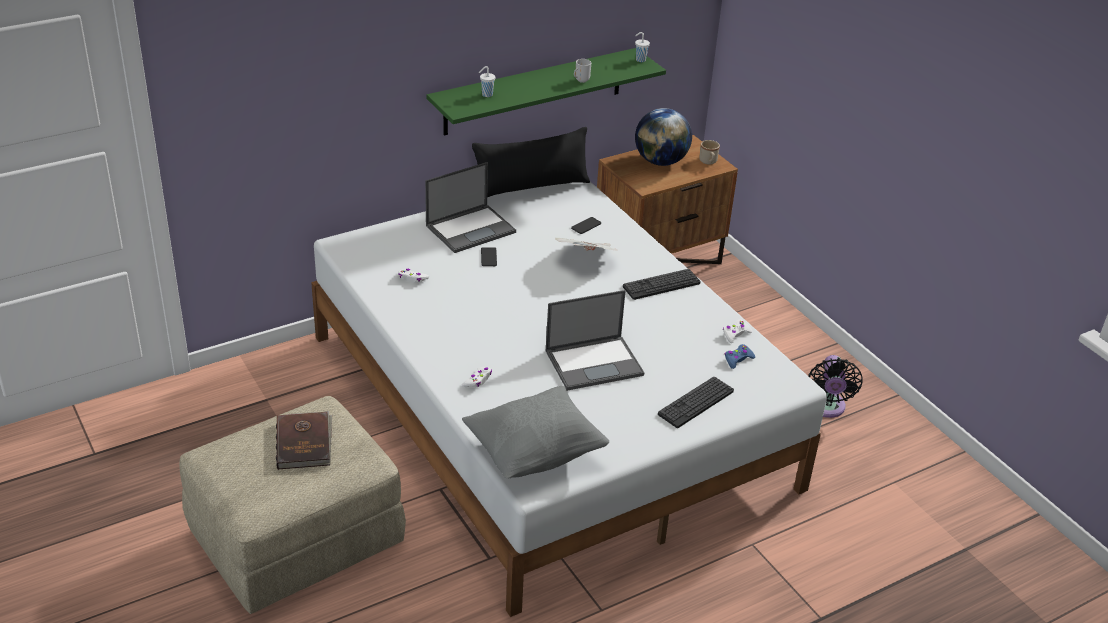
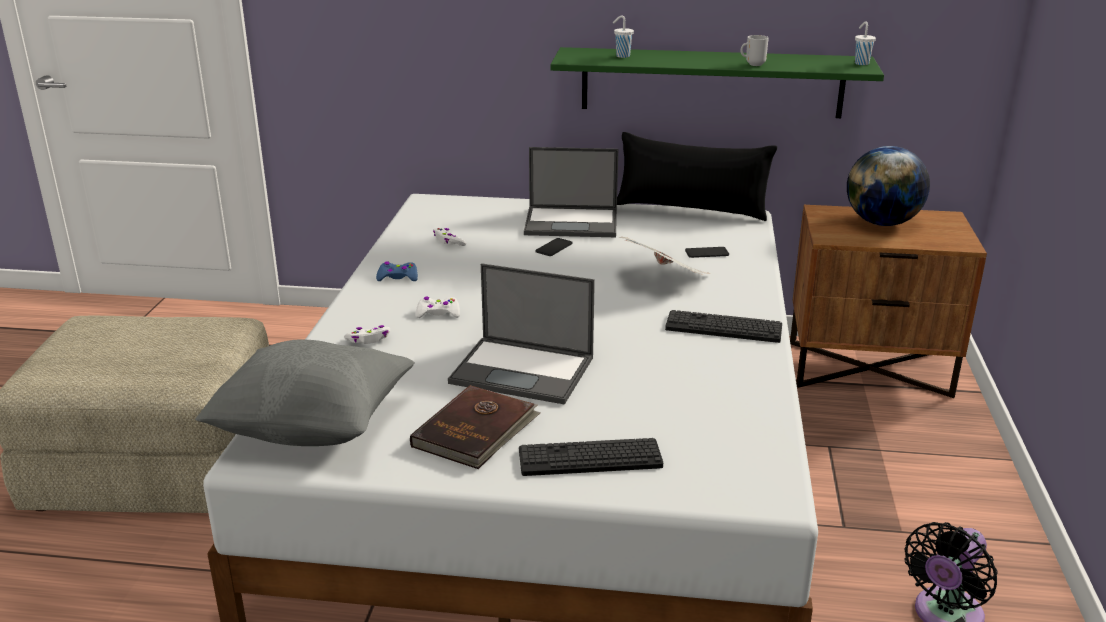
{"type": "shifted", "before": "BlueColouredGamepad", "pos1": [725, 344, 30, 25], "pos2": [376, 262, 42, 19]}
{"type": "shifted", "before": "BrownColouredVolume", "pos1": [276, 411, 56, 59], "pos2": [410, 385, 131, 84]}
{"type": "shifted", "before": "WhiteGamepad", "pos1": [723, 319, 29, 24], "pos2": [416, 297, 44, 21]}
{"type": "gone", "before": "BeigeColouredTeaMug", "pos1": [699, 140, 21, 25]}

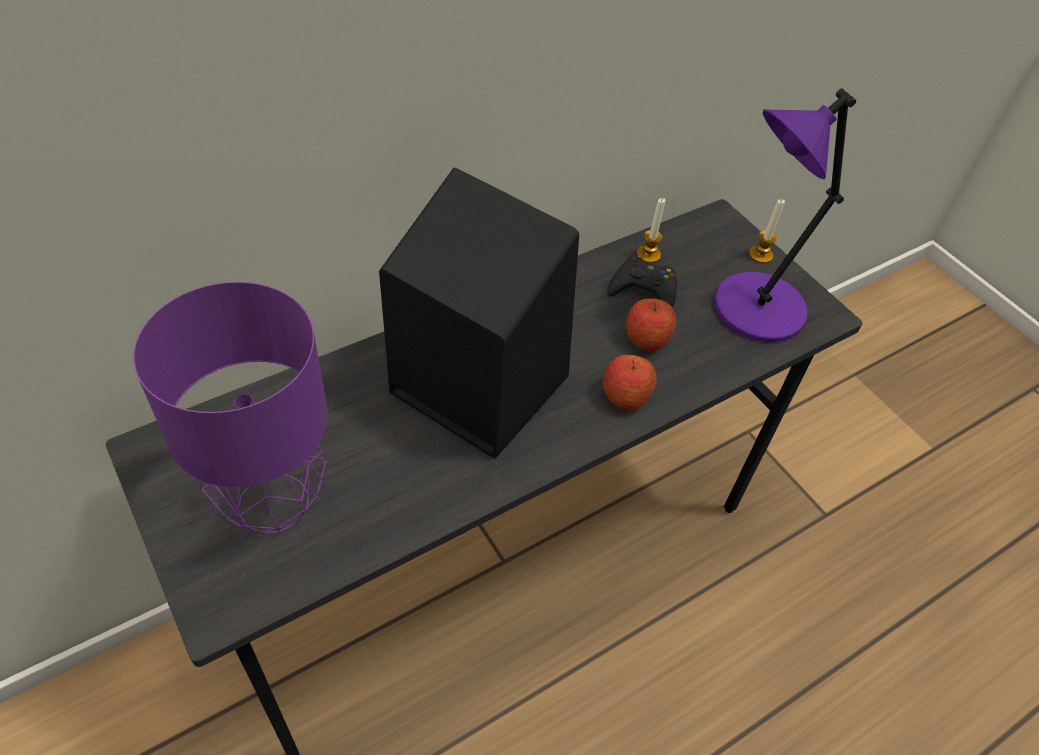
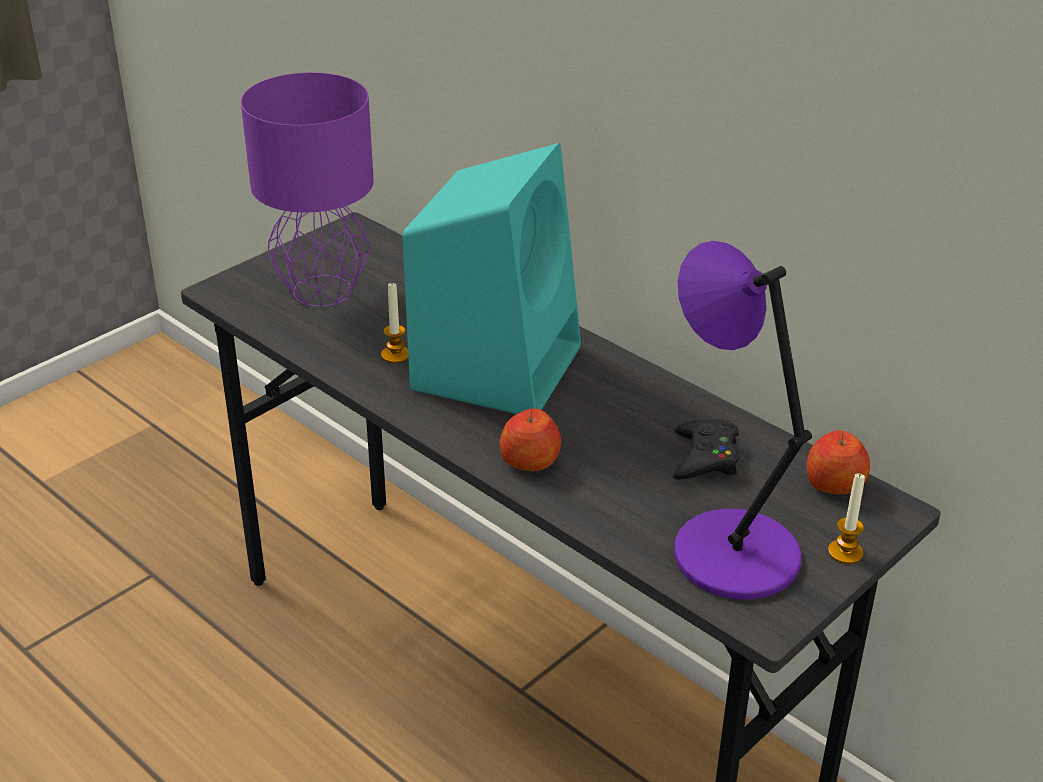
{"type": "shifted", "before": "WaxLight", "pos1": [637, 198, 29, 65], "pos2": [381, 283, 27, 80]}
{"type": "repainted", "before": "BlackColouredLoudspeaker", "after": "TurquoiseLoudspeaker", "pos1": [379, 168, 200, 291], "pos2": [403, 143, 178, 271]}
{"type": "shifted", "before": "WholeApple", "pos1": [626, 298, 50, 53], "pos2": [806, 431, 64, 64]}

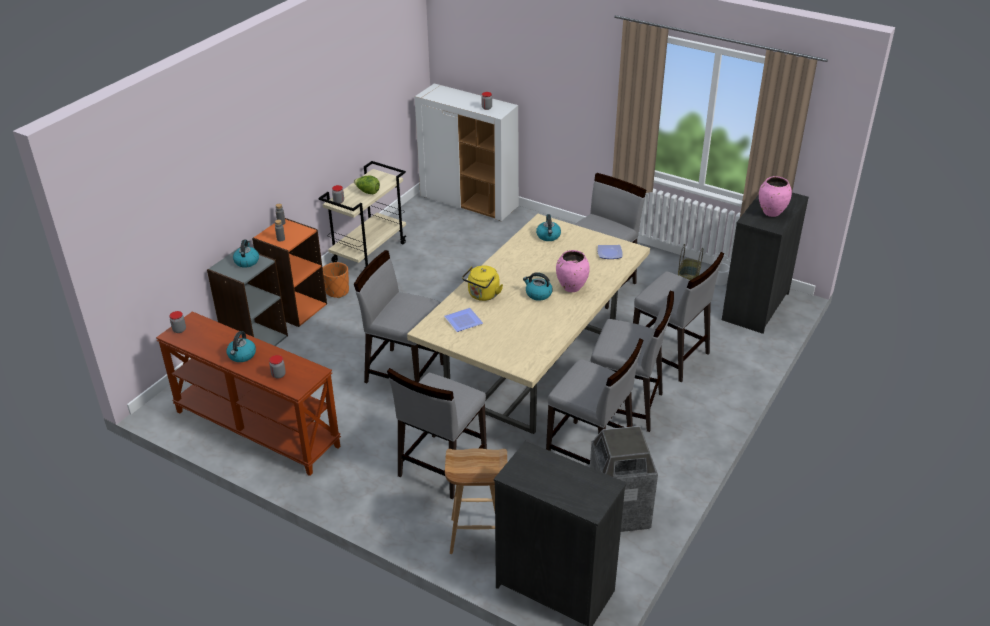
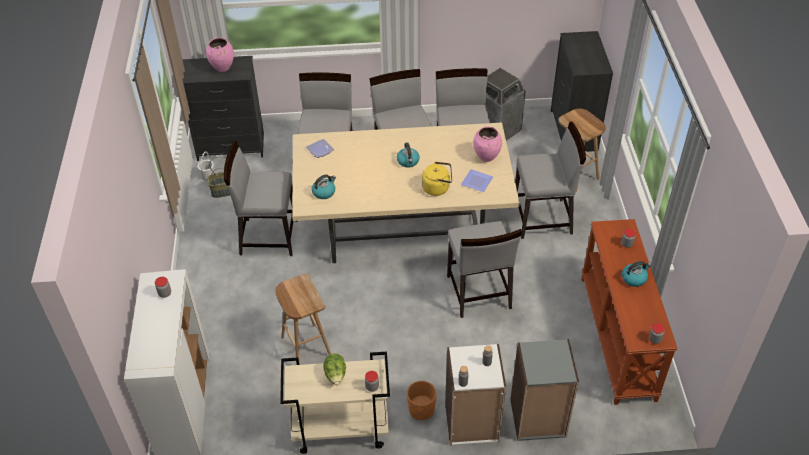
{"type": "new", "after": "BrownColouredSittingStool", "pos2": [275, 274, 56, 91]}
{"type": "repainted", "before": "OrangeyBookcase", "after": "WhiteBookcase", "pos1": [252, 218, 75, 109], "pos2": [445, 344, 61, 102]}
{"type": "shifted", "before": "PinkColouredVase", "pos1": [556, 250, 34, 42], "pos2": [473, 127, 29, 35]}
{"type": "gone", "before": "Kettle", "pos1": [233, 240, 26, 28]}

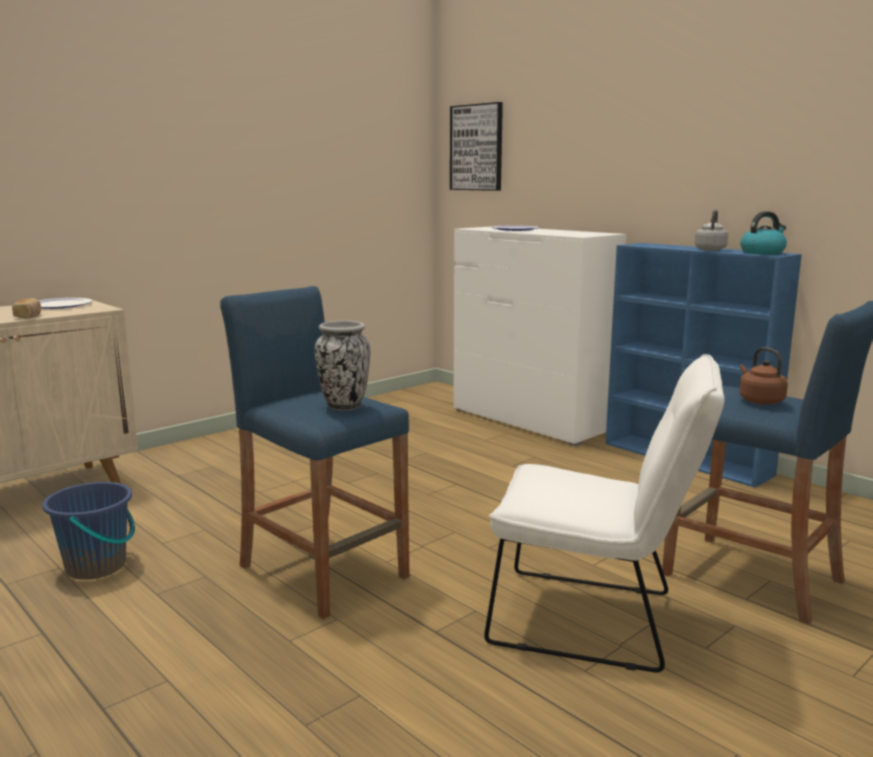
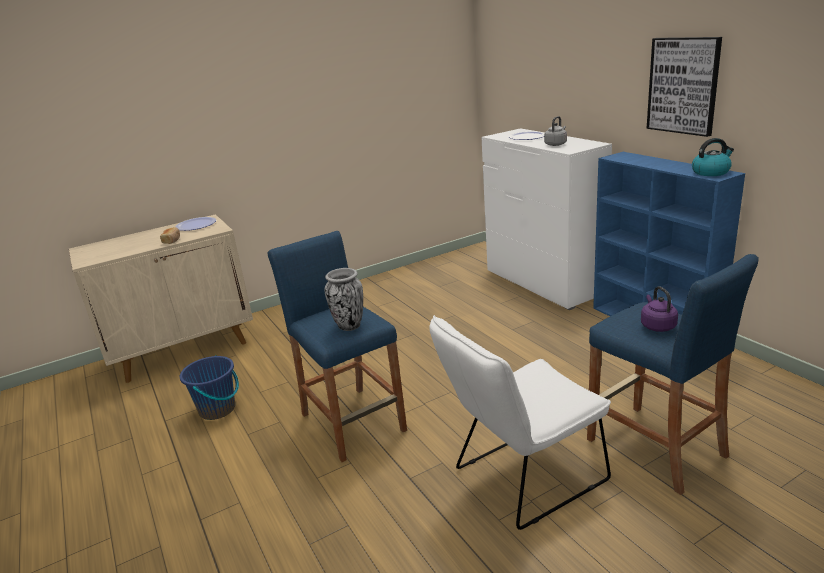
{"type": "rotated", "before": "WhitePlainChair", "pos1": [484, 354, 240, 318], "pos2": [429, 315, 182, 215], "turn": 120}
{"type": "shifted", "before": "GrayKettle", "pos1": [695, 210, 34, 40], "pos2": [544, 116, 23, 30]}
{"type": "repainted", "before": "BrownColouredKettle", "after": "PurpleKettle", "pos1": [739, 347, 49, 57], "pos2": [641, 286, 37, 46]}
{"type": "shifted", "before": "WallArt", "pos1": [450, 102, 53, 89], "pos2": [647, 37, 75, 100]}

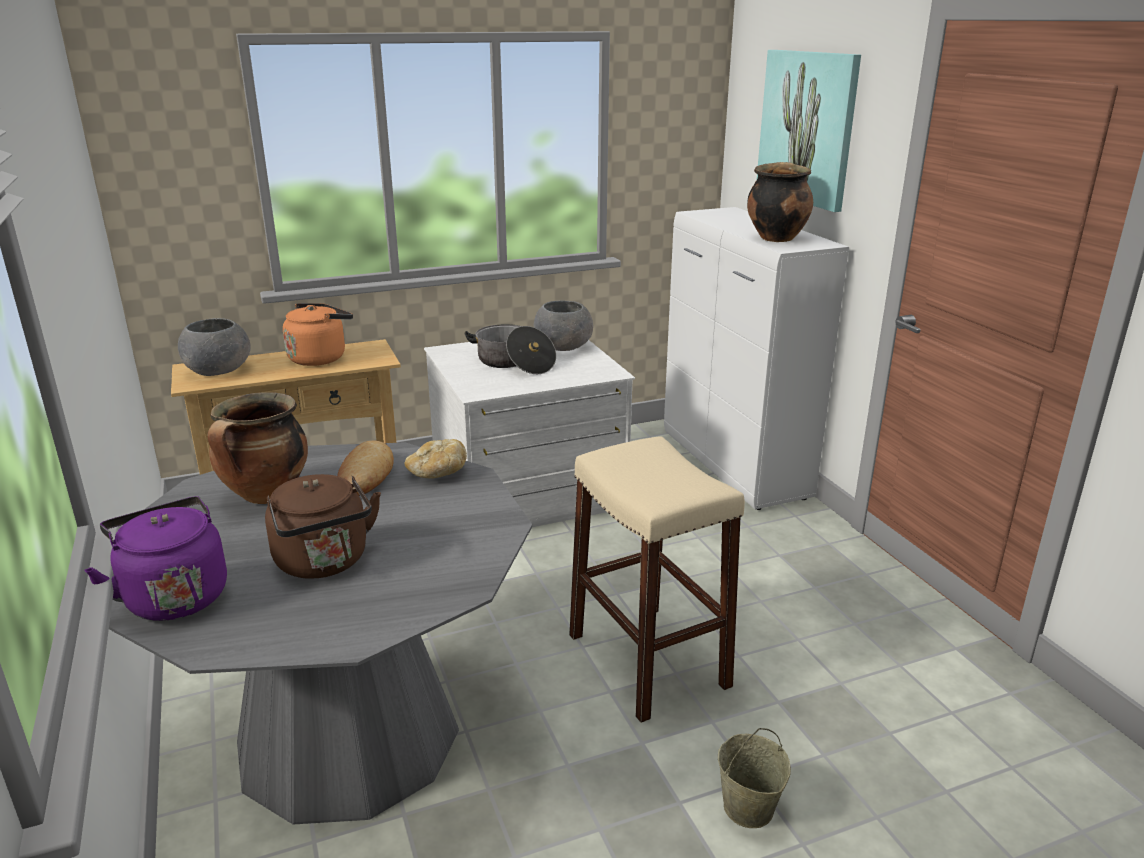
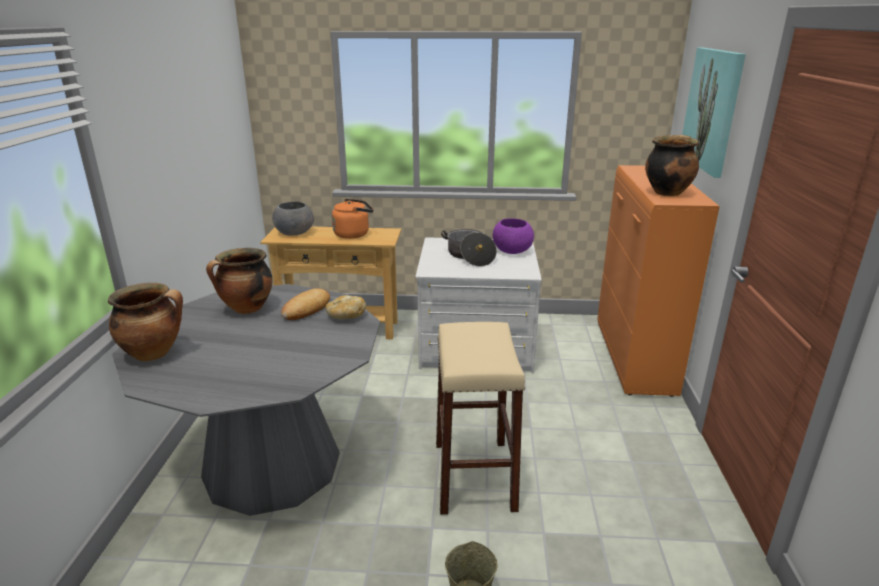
{"type": "swapped", "before": "PurpleKettle", "after": "CookingPot", "pos1": [84, 496, 143, 125], "pos2": [108, 283, 75, 78]}
{"type": "repainted", "before": "GrayDeepDish", "after": "PurpleDeepDish", "pos1": [534, 301, 59, 50], "pos2": [493, 218, 41, 36]}
{"type": "repainted", "before": "WhiteStorageCabinet", "after": "OrangeyStorageCabinet", "pos1": [664, 207, 185, 303], "pos2": [598, 165, 122, 232]}
{"type": "gone", "before": "BrownColouredKettle", "pos1": [265, 474, 116, 105]}

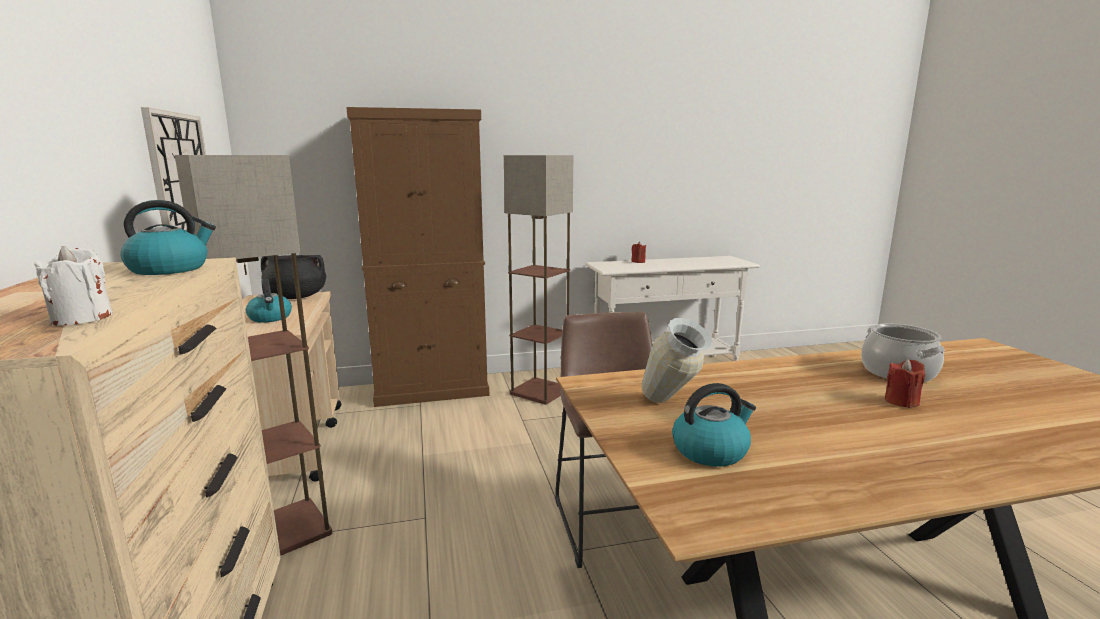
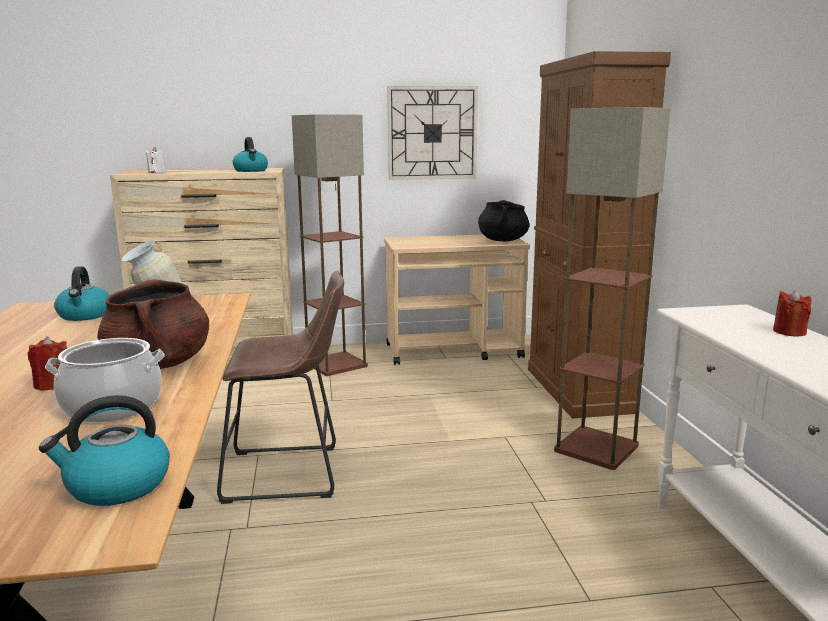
{"type": "shifted", "before": "Kettle", "pos1": [246, 279, 46, 44], "pos2": [39, 395, 131, 111]}
{"type": "new", "after": "BrownColouredCookingPot", "pos2": [97, 279, 112, 90]}

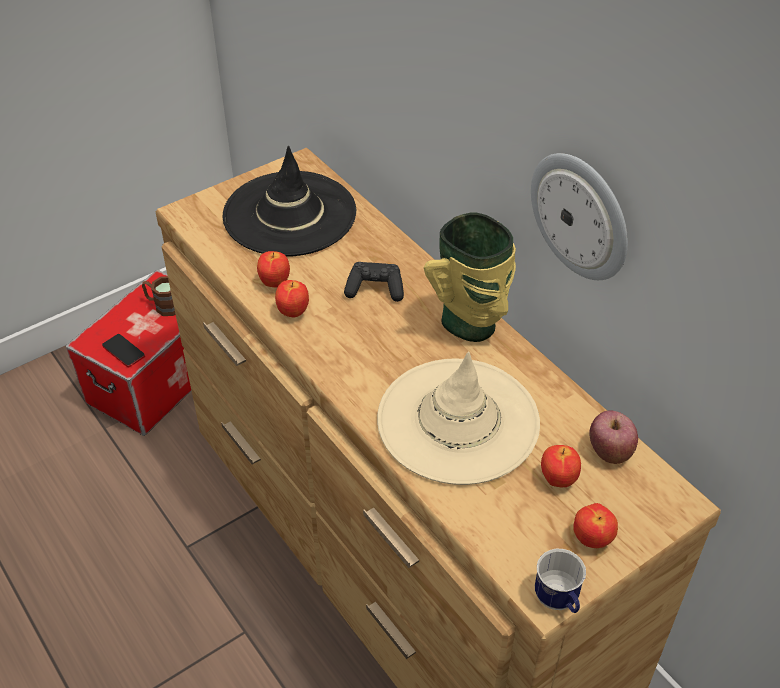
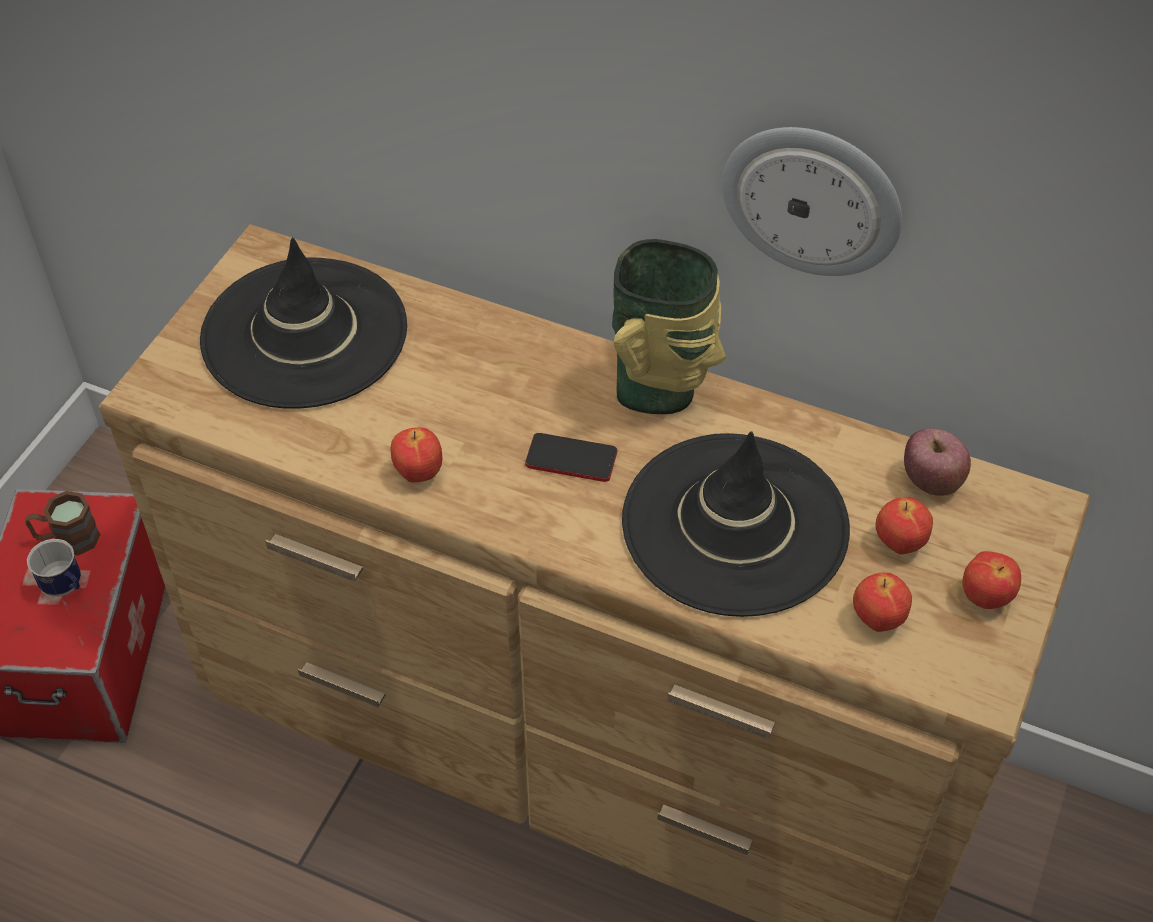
{"type": "shifted", "before": "TeaMug", "pos1": [535, 548, 51, 65], "pos2": [27, 539, 54, 58]}
{"type": "shifted", "before": "Handset", "pos1": [102, 334, 43, 33], "pos2": [525, 433, 92, 49]}
{"type": "repainted", "before": "BeigeColouredWearableHat", "after": "BlackColouredWearableHat", "pos1": [377, 351, 163, 134], "pos2": [622, 431, 228, 186]}
{"type": "shifted", "before": "WholeApple", "pos1": [257, 251, 33, 36], "pos2": [853, 572, 59, 60]}
{"type": "gone", "before": "BlackColouredGamepad", "pos1": [344, 262, 60, 40]}

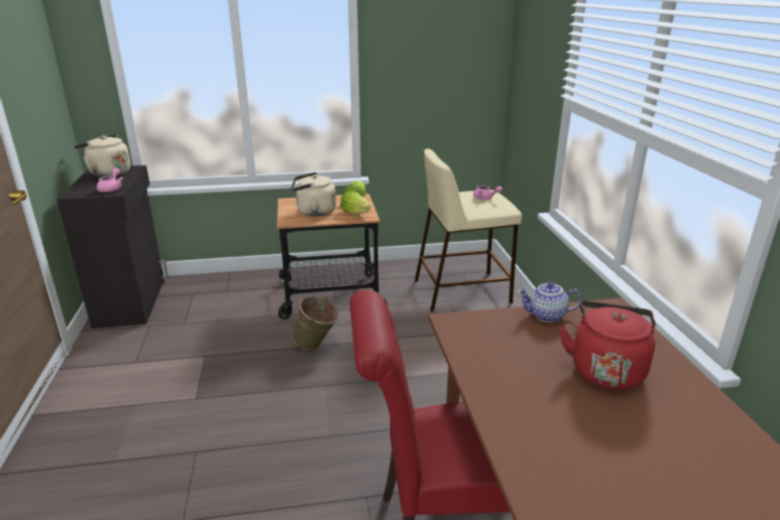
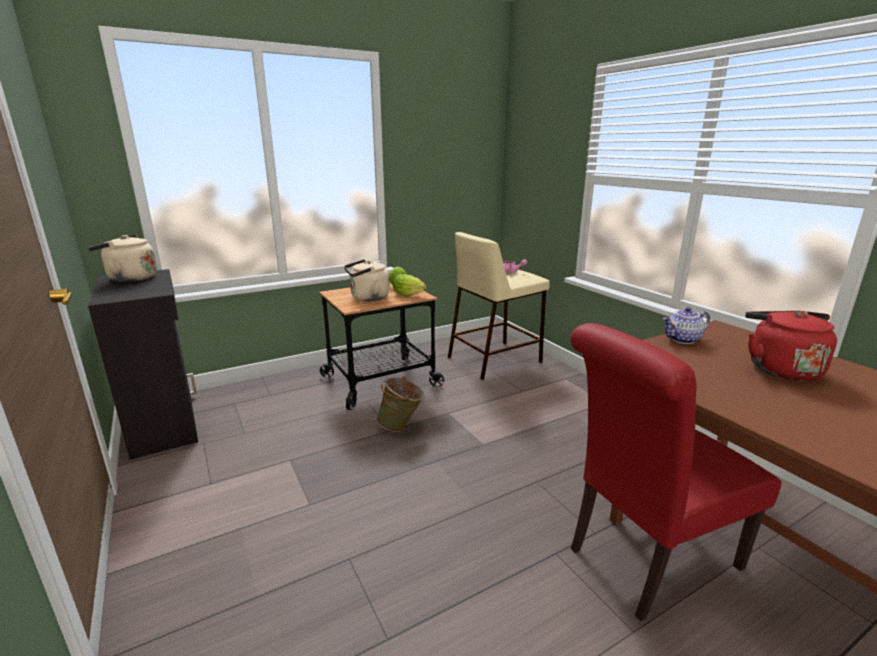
{"type": "gone", "before": "PinkColouredTeaPot", "pos1": [97, 168, 26, 24]}

